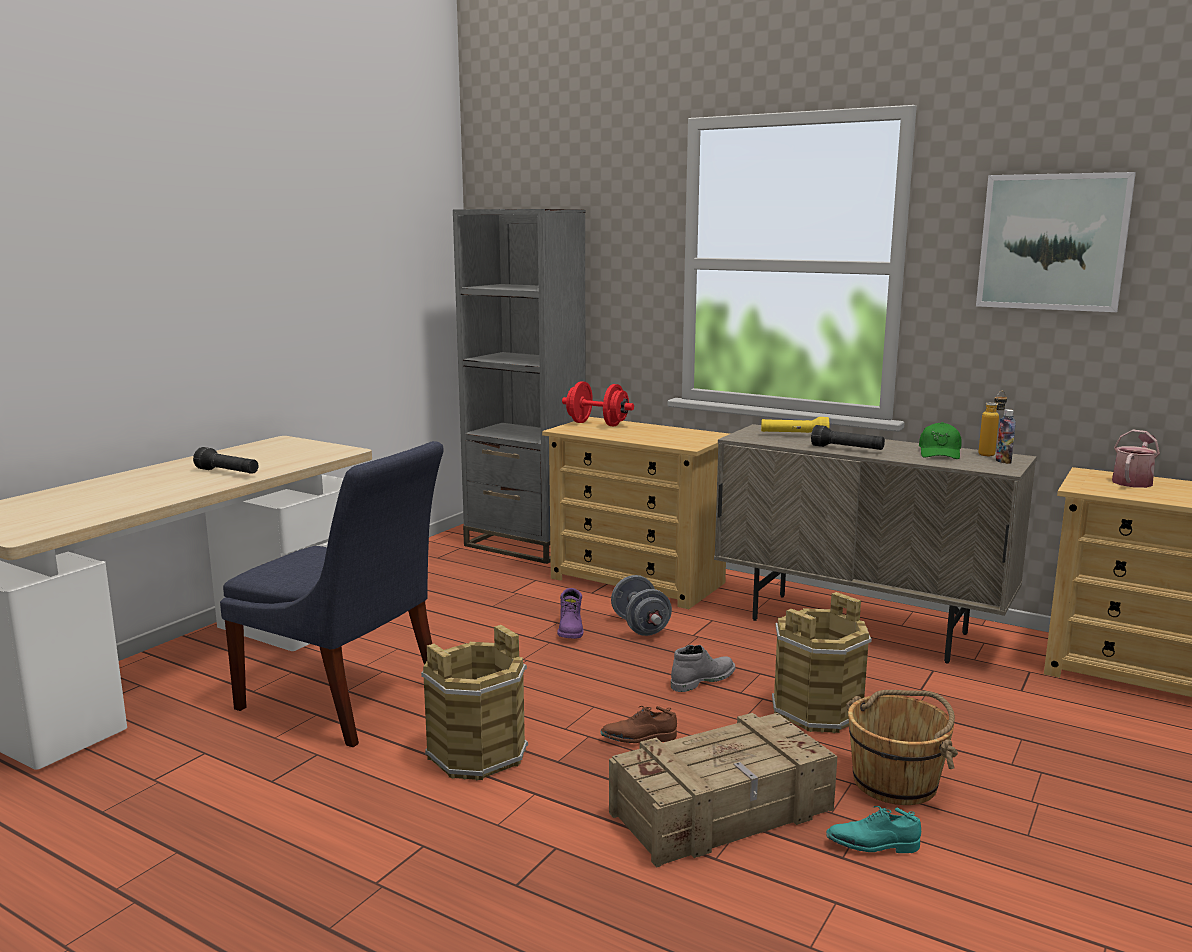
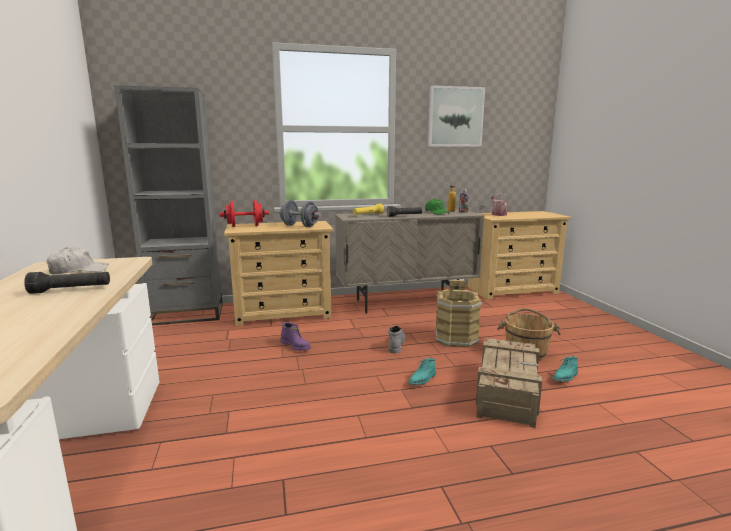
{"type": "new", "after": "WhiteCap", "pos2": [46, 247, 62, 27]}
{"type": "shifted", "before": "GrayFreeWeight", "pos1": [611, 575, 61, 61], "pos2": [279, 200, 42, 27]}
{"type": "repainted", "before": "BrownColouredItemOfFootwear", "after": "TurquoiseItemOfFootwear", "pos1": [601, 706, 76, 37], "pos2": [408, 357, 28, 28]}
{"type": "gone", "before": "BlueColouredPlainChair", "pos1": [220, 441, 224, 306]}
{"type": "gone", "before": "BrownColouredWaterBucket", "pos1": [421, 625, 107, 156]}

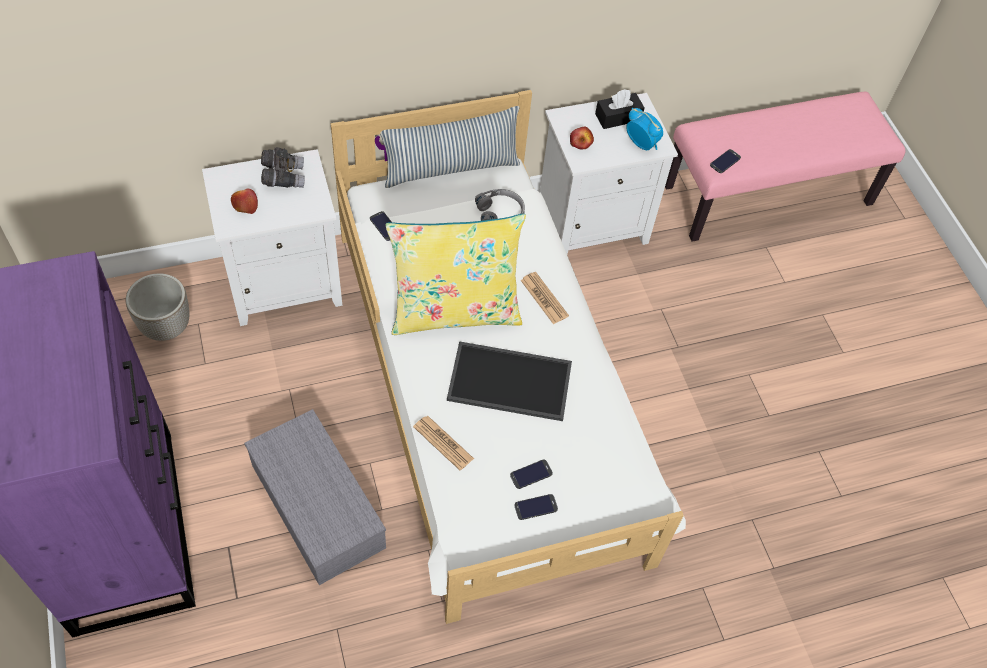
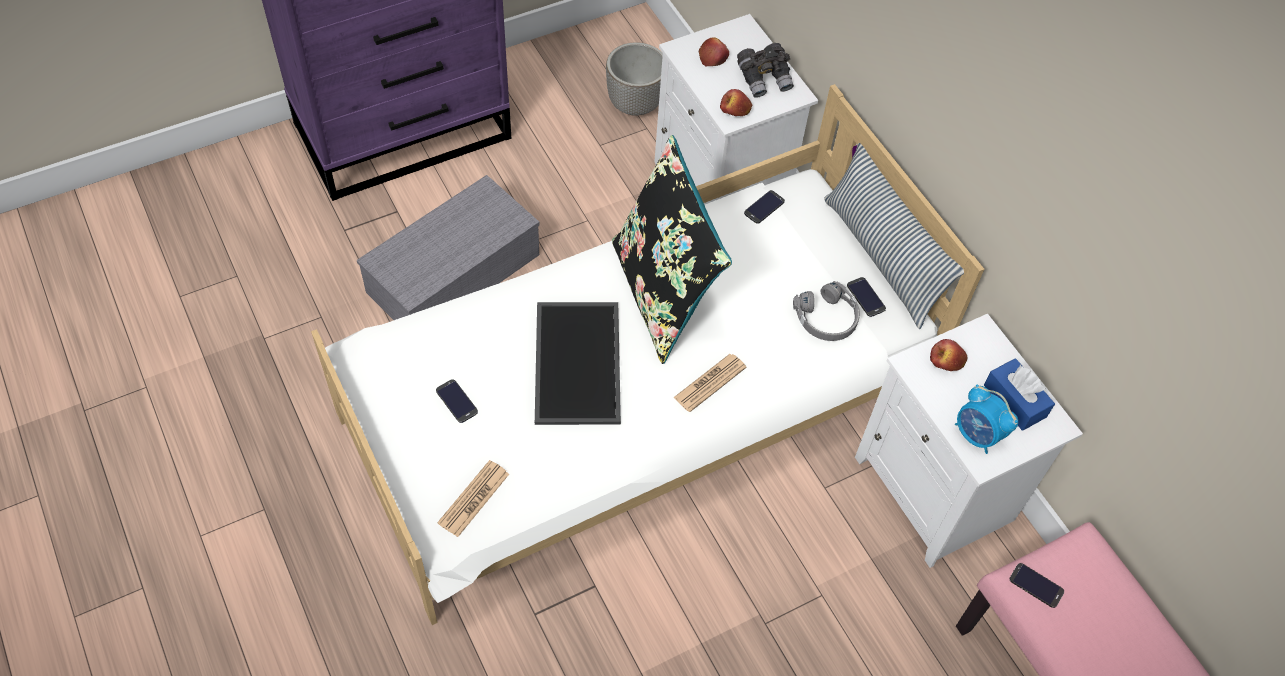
{"type": "shifted", "before": "Newspaper", "pos1": [413, 416, 61, 54], "pos2": [437, 460, 72, 77]}
{"type": "repainted", "before": "YellowishCushion", "after": "BlackColouredCushion", "pos1": [386, 214, 140, 121], "pos2": [612, 135, 120, 229]}
{"type": "new", "after": "WholeApple", "pos2": [720, 89, 32, 27]}
{"type": "shifted", "before": "Handset", "pos1": [514, 494, 44, 26], "pos2": [847, 277, 39, 40]}
{"type": "rotated", "before": "BedsideClock", "pos1": [626, 108, 37, 42], "pos2": [955, 384, 63, 70], "turn": 105}
{"type": "repainted", "before": "BlackColouredBoxOfTissues", "after": "BlueColouredBoxOfTissues", "pos1": [595, 89, 49, 40], "pos2": [984, 358, 71, 73]}

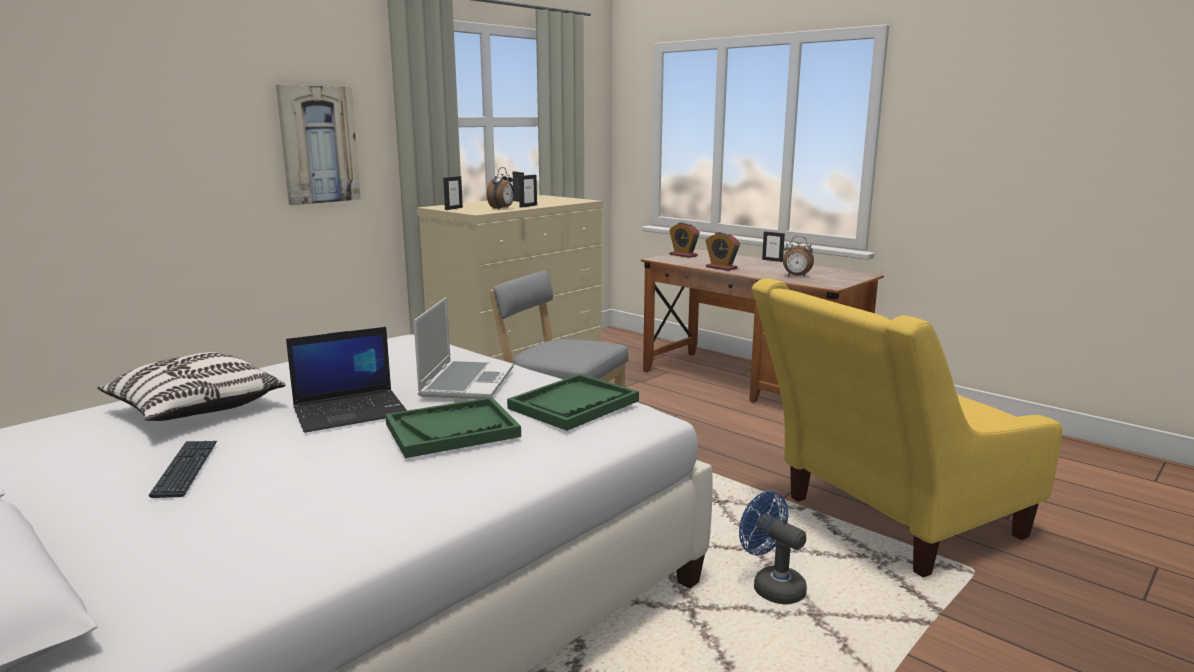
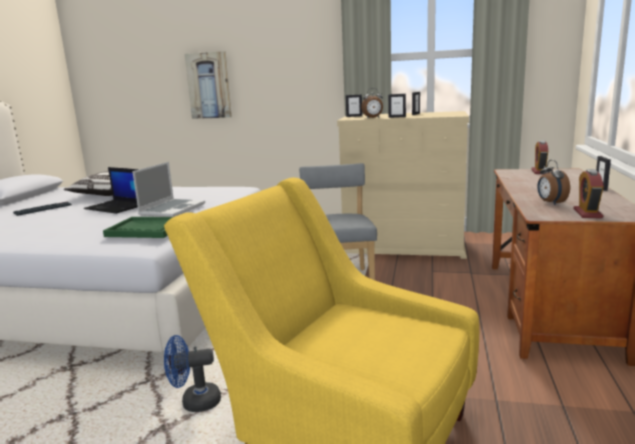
{"type": "rotated", "before": "PortableComputer", "pos1": [414, 297, 100, 102], "pos2": [132, 162, 73, 55], "turn": -45}
{"type": "rotated", "before": "BlueColouredFan", "pos1": [739, 491, 68, 113], "pos2": [164, 335, 57, 77], "turn": -120}
{"type": "shifted", "before": "WallArt", "pos1": [276, 85, 85, 120], "pos2": [185, 51, 47, 68]}
{"type": "shifted", "before": "BedsideClock", "pos1": [706, 232, 34, 39], "pos2": [573, 169, 31, 49]}
{"type": "gone", "before": "GreenishServingTray", "pos1": [385, 397, 136, 61]}

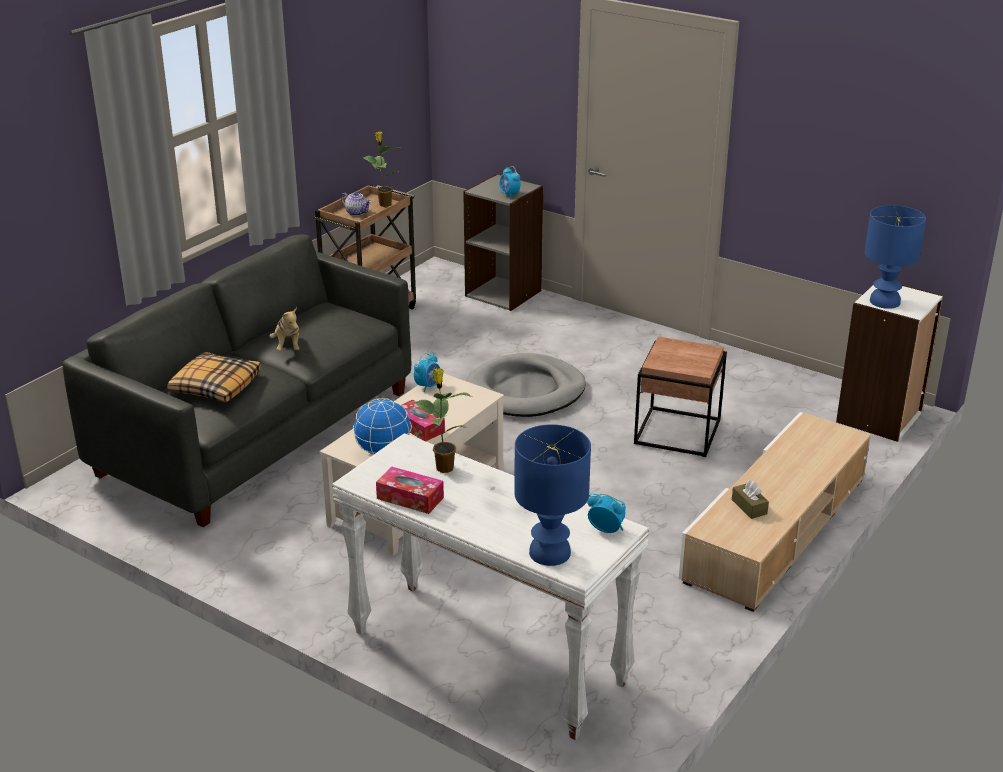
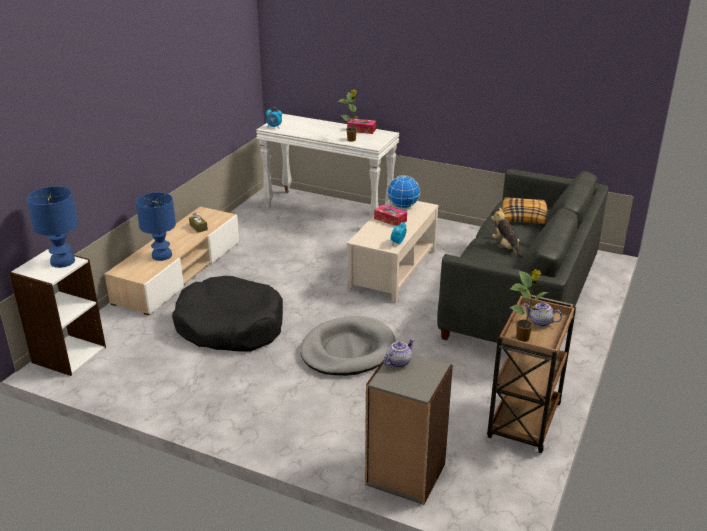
{"type": "shifted", "before": "BlueColouredLampForATable", "pos1": [514, 424, 77, 142], "pos2": [136, 192, 40, 69]}
{"type": "swapped", "before": "BrownColouredSideTable", "after": "BlackColouredDogCushion", "pos1": [634, 336, 93, 121], "pos2": [172, 276, 111, 76]}
{"type": "swapped", "before": "BedsideClock", "after": "TeaPot", "pos1": [500, 166, 21, 32], "pos2": [383, 339, 31, 29]}

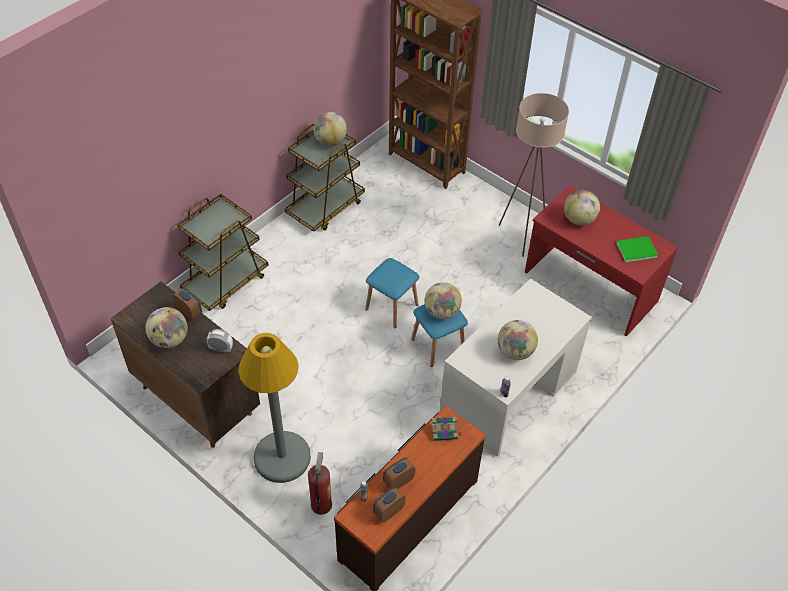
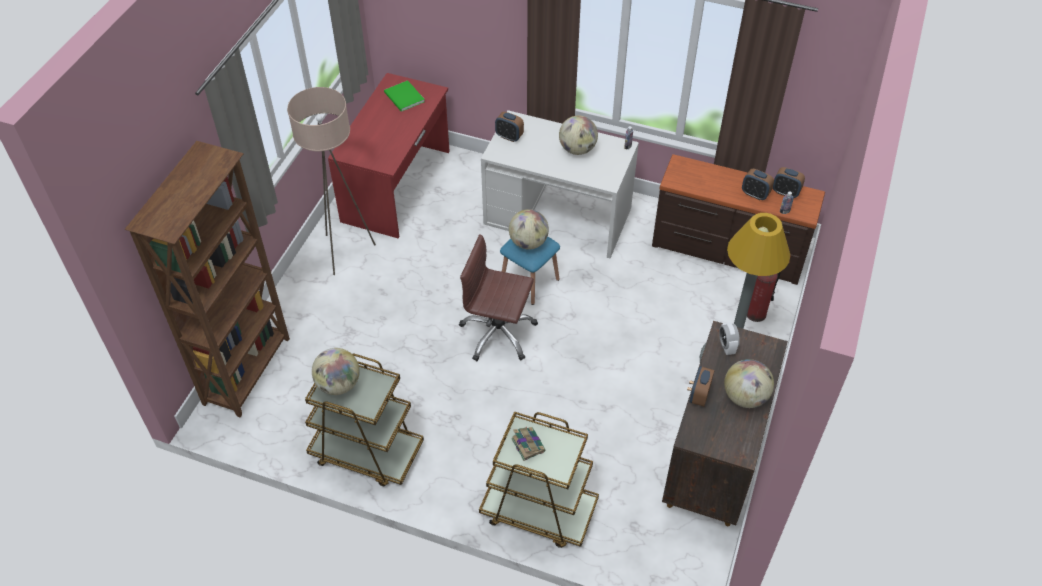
{"type": "swapped", "before": "BlueColouredSittingStool", "after": "BrownColouredOfficeChair", "pos1": [365, 258, 54, 70], "pos2": [459, 234, 79, 127]}
{"type": "new", "after": "BedsideClock", "pos2": [495, 112, 29, 30]}
{"type": "shifted", "before": "Volume", "pos1": [431, 417, 31, 24], "pos2": [511, 427, 34, 34]}
{"type": "gone", "before": "WorldGlobe", "pos1": [564, 190, 36, 36]}

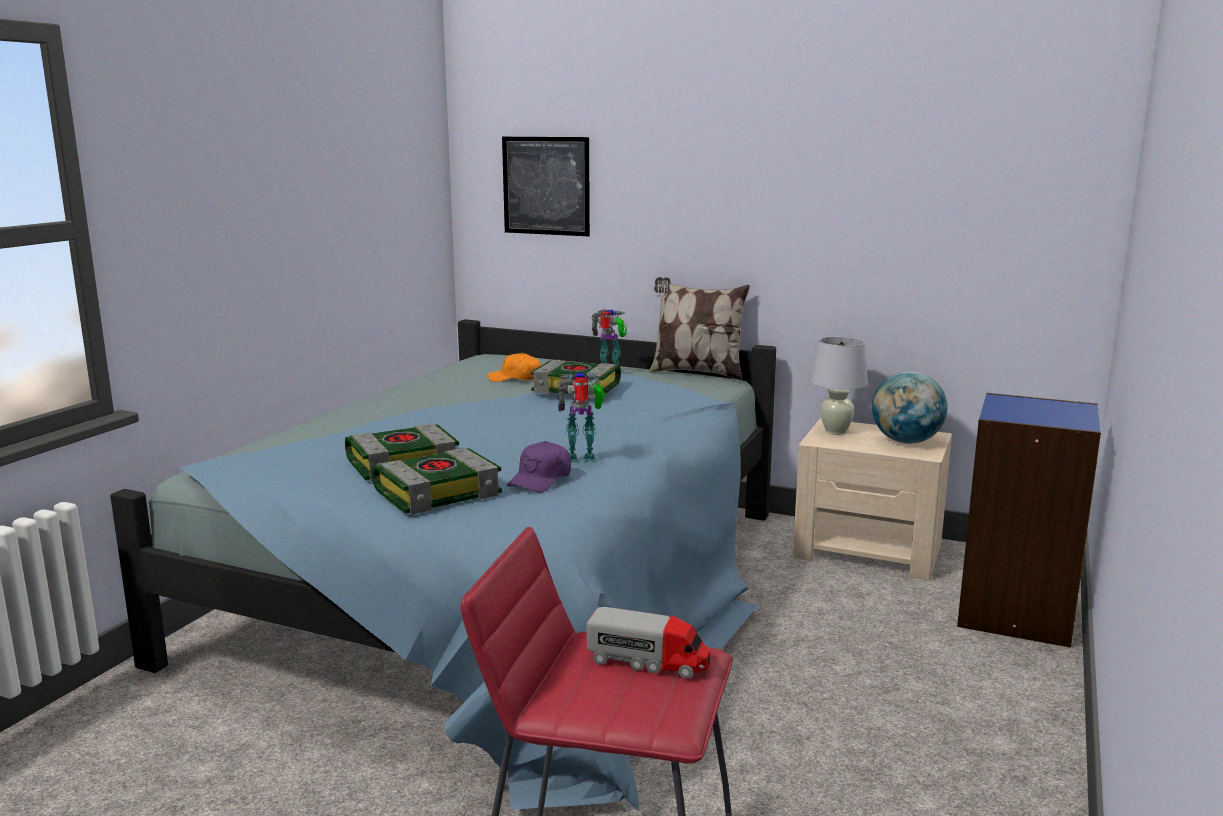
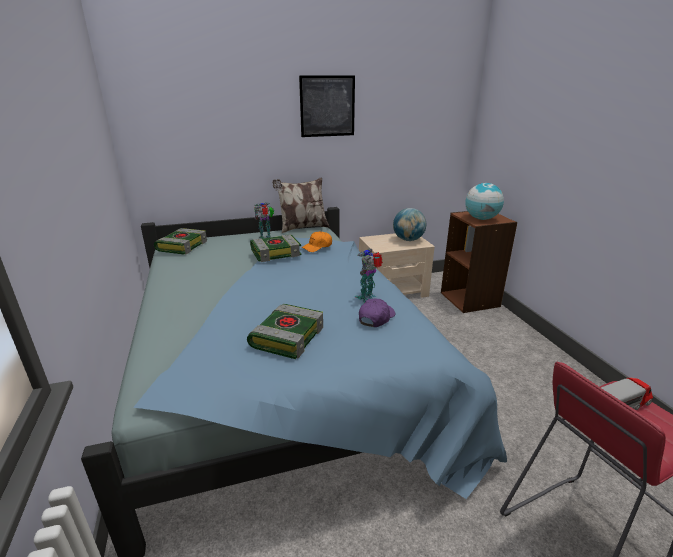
{"type": "shifted", "before": "Volume", "pos1": [372, 448, 130, 67], "pos2": [154, 228, 53, 27]}
{"type": "shifted", "before": "WallArt", "pos1": [502, 137, 88, 99], "pos2": [299, 75, 56, 62]}
{"type": "shifted", "before": "OrangeyCap", "pos1": [488, 353, 53, 29], "pos2": [302, 231, 30, 21]}
{"type": "rotated", "before": "PurpleCap", "pos1": [507, 441, 64, 52], "pos2": [359, 299, 36, 28], "turn": -135}
{"type": "repainted", "before": "BlueColouredBookcase", "after": "BrownColouredBookcase", "pos1": [957, 393, 144, 255], "pos2": [441, 211, 76, 102]}
{"type": "new", "after": "WorldGlobe", "pos2": [465, 183, 39, 37]}
{"type": "gone", "before": "WhiteLampForATable", "pos1": [811, 336, 57, 99]}

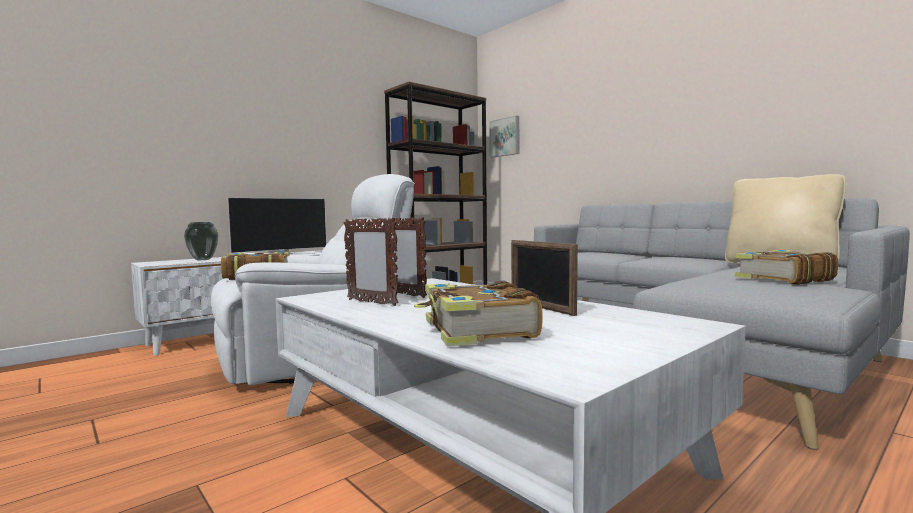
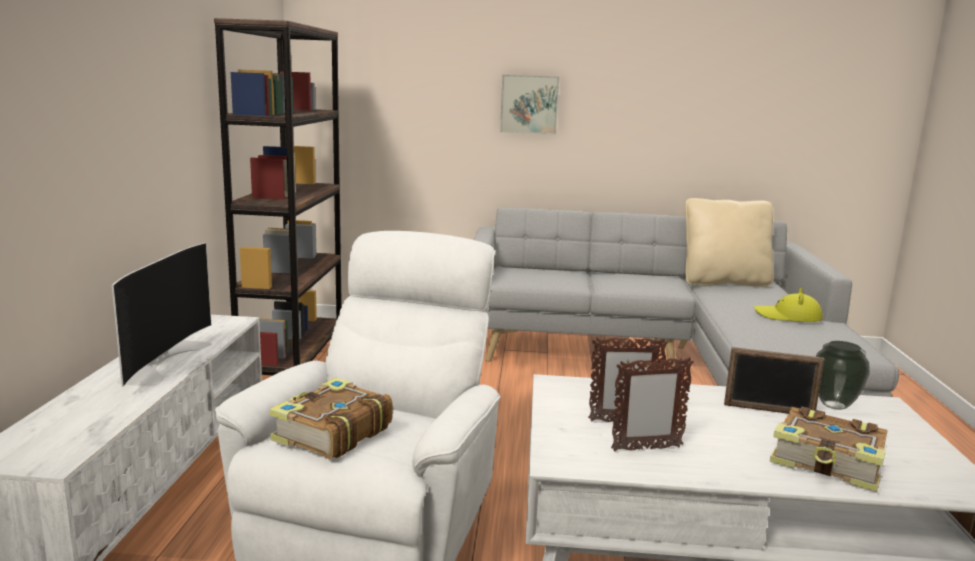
{"type": "shifted", "before": "WallArt", "pos1": [489, 115, 30, 42], "pos2": [500, 74, 60, 61]}
{"type": "swapped", "before": "Volume", "after": "YellowishWearableHat", "pos1": [735, 250, 103, 35], "pos2": [754, 288, 68, 34]}
{"type": "shifted", "before": "Vase", "pos1": [184, 222, 34, 38], "pos2": [816, 341, 54, 69]}

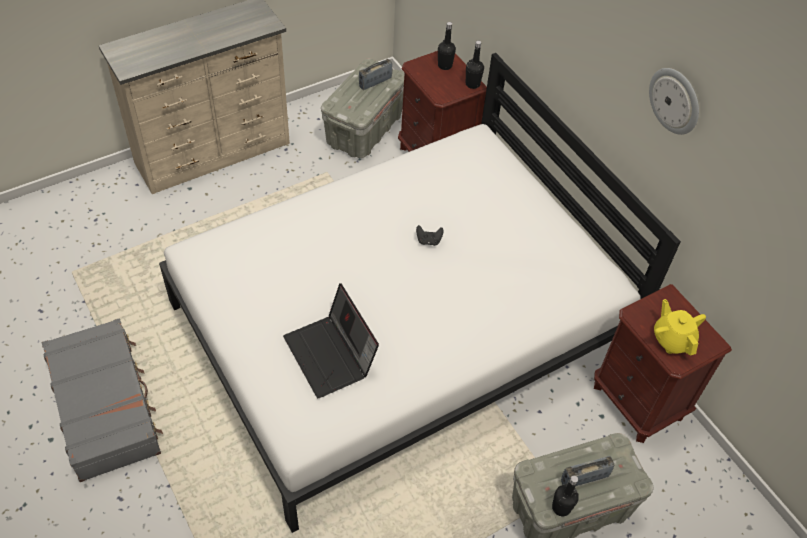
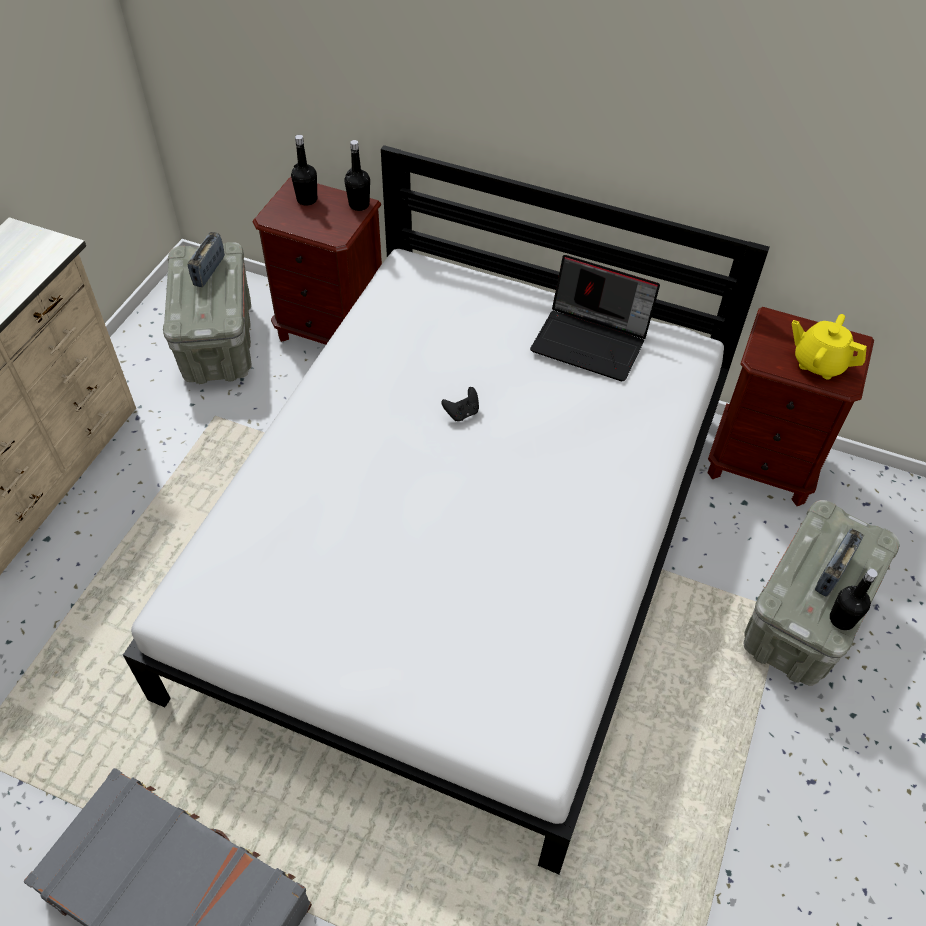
{"type": "shifted", "before": "PortableComputer", "pos1": [283, 283, 96, 115], "pos2": [530, 255, 130, 126]}
{"type": "gone", "before": "HangingClock", "pos1": [649, 68, 50, 67]}

